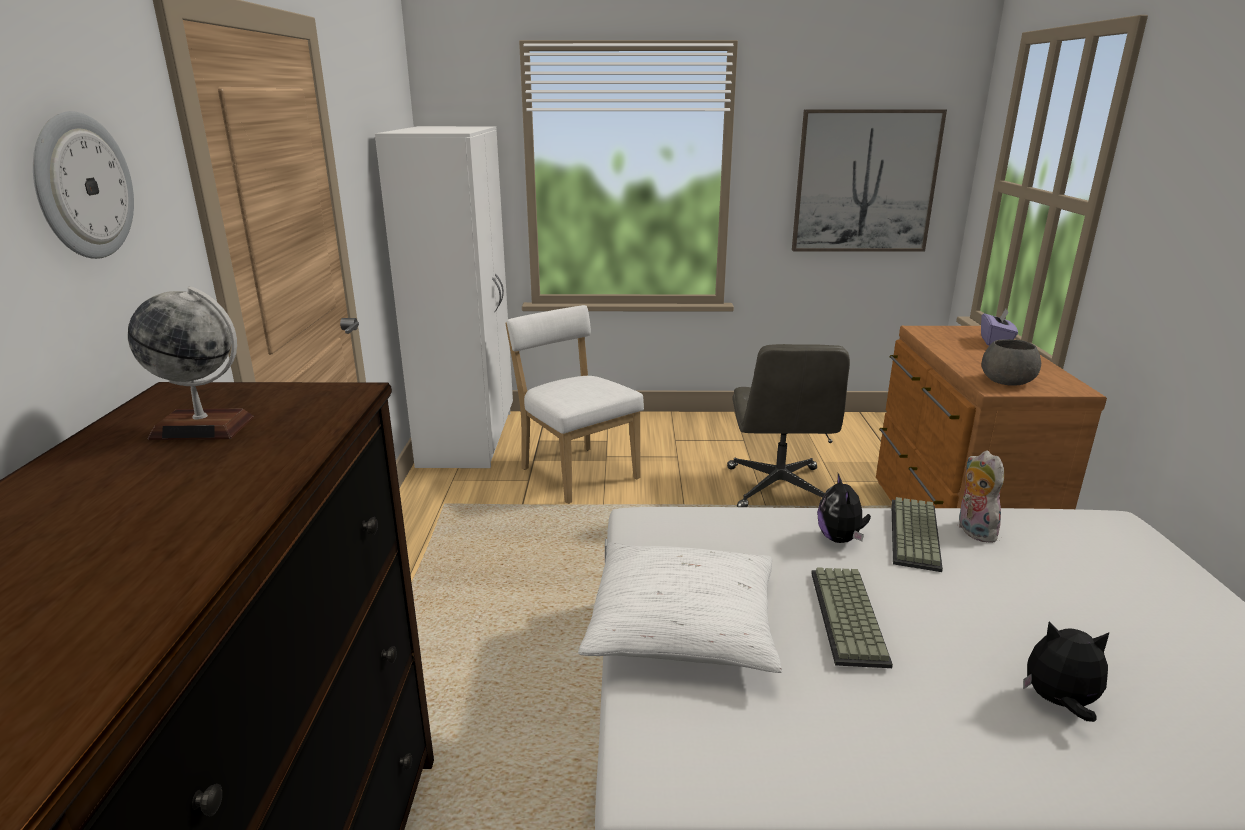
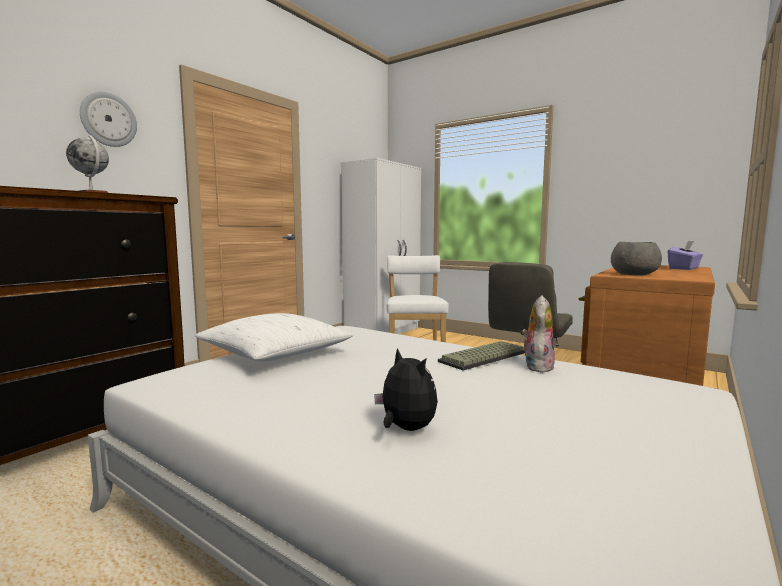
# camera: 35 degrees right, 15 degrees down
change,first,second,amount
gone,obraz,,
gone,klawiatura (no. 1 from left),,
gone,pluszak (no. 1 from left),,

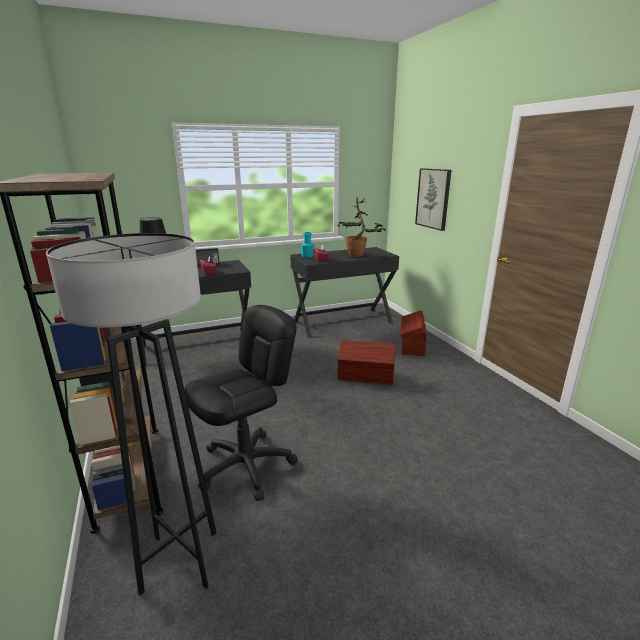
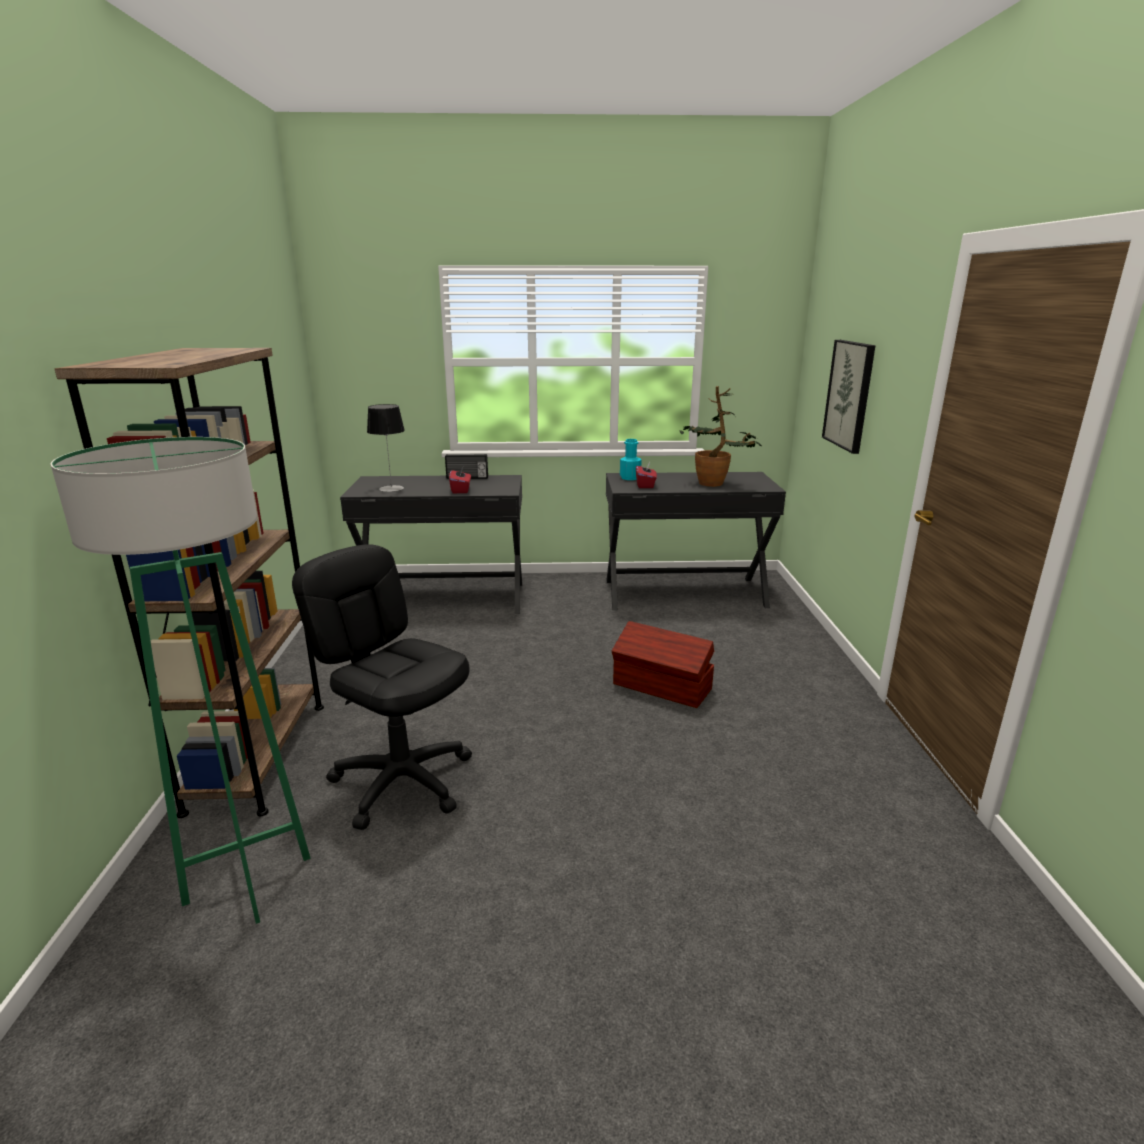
# camera: 20 degrees right, 0 degrees up
change,first,second,amount
gone,pojemnik do przechowywania/brązowy (no. 2 from left),,
repainted,lampa stojąca/szary,lampa stojąca/zielony,
rotated,krzesło biurowe/czarny,,120 degrees counterclockwise

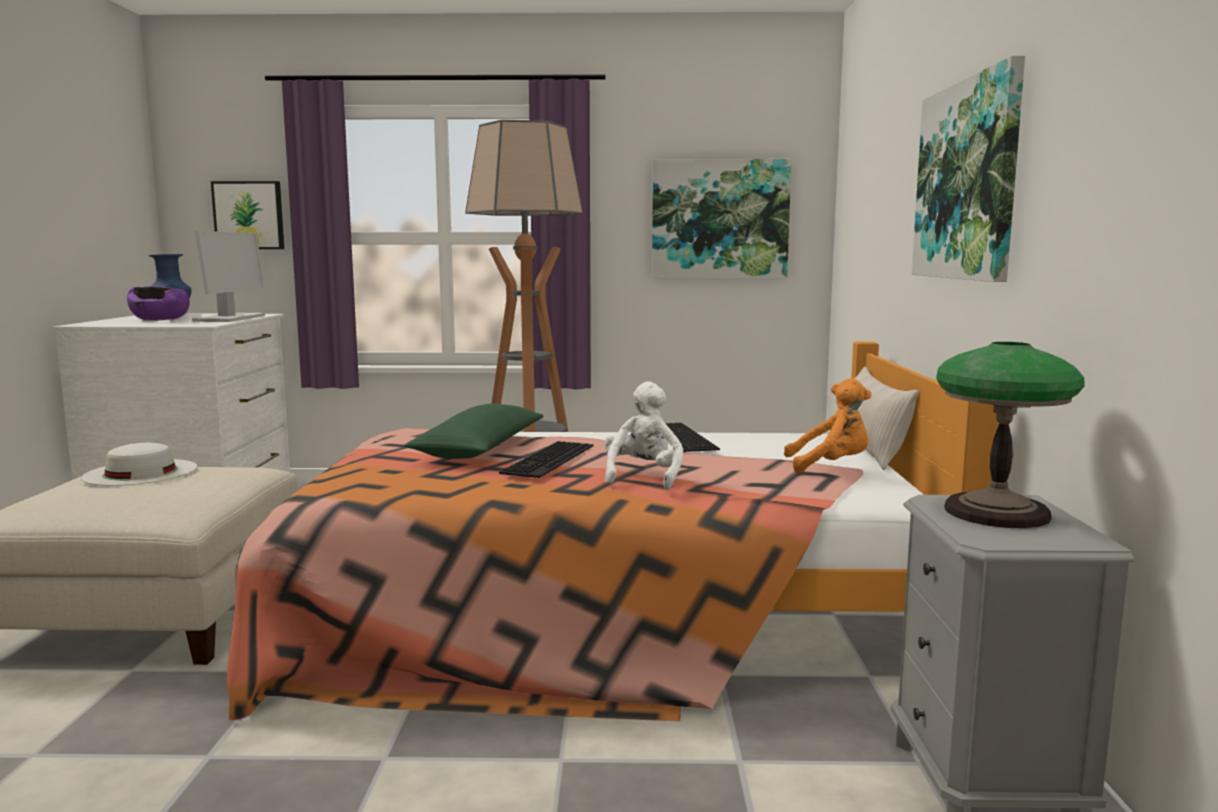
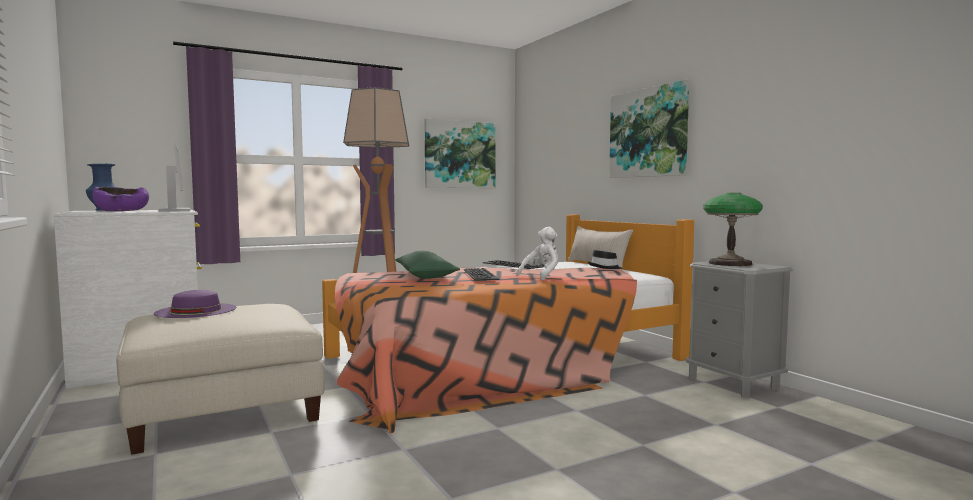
# camera: 30 degrees left, 5 degrees down
change,first,second,amount
gone,obraz (no. 1 from left),,
swapped,pluszak/pomarańczowy,kapelusz/czarny,
repainted,kapelusz/biały,kapelusz/fioletowy,
rotated,pluszak/biały,,60 degrees clockwise

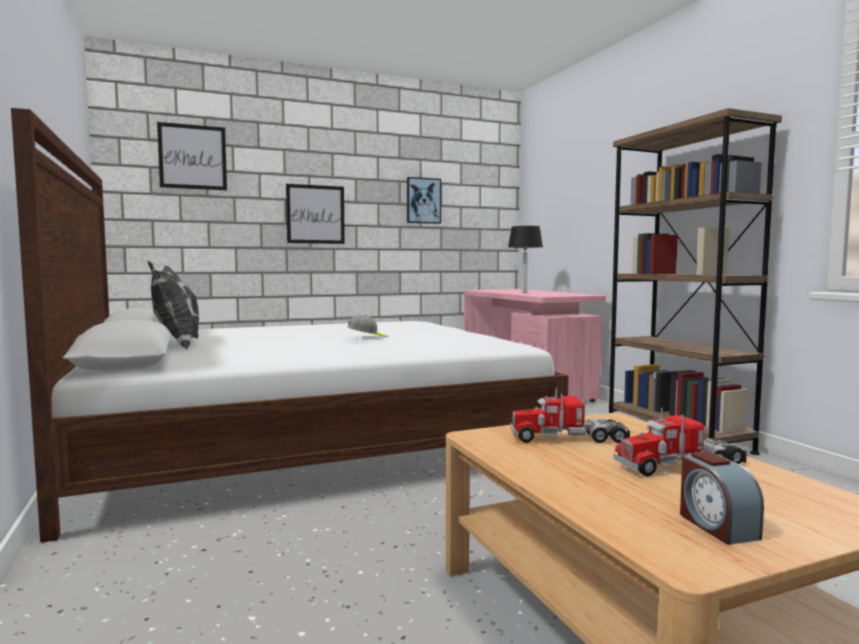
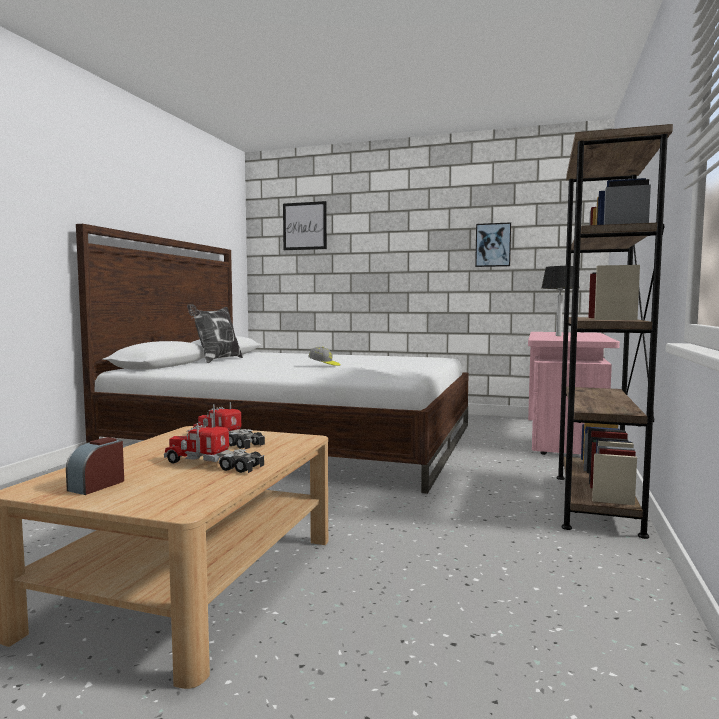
# camera: 40 degrees right, 0 degrees up
change,first,second,amount
gone,obraz (no. 2 from left),,

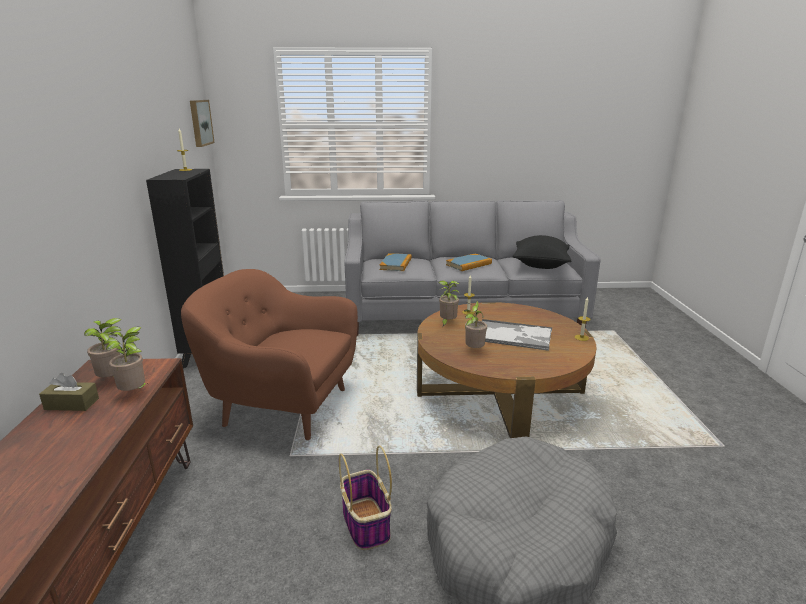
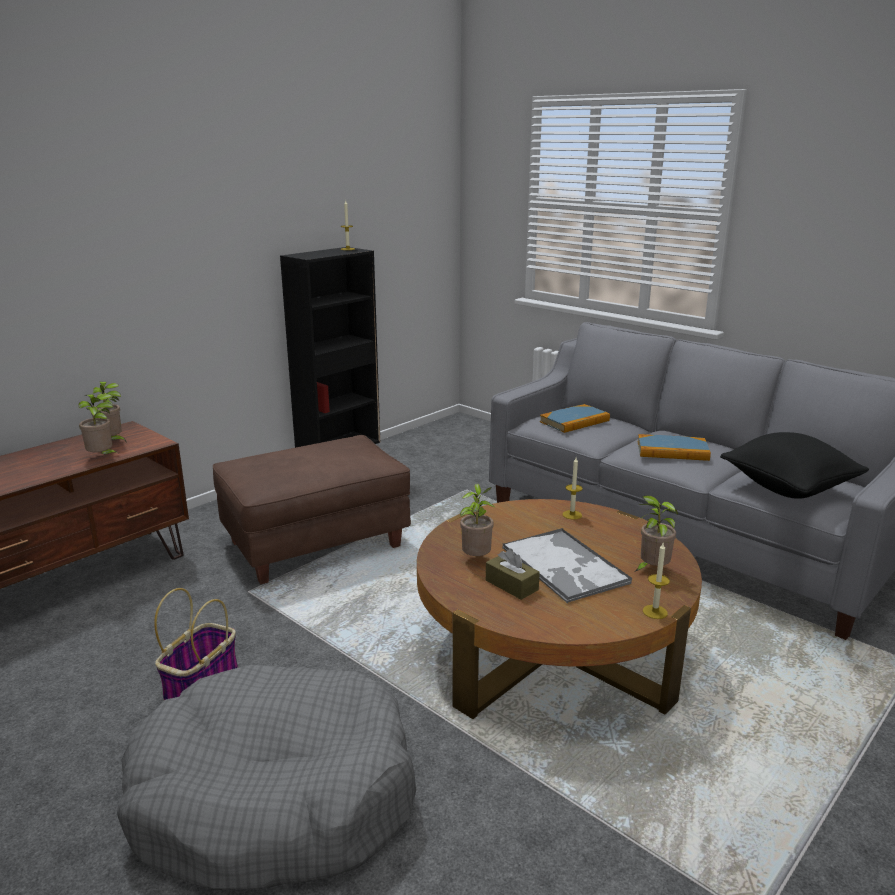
# camera: 45 degrees right, 0 degrees up
change,first,second,amount
gone,obraz,,
shifted,pudełko chusteczek/brązowy,,
shifted,roślina doniczkowa (no. 3 from left in the first image),roślina doniczkowa (no. 4 from left),
swapped,fotel/brązowy,pufa/brązowy,

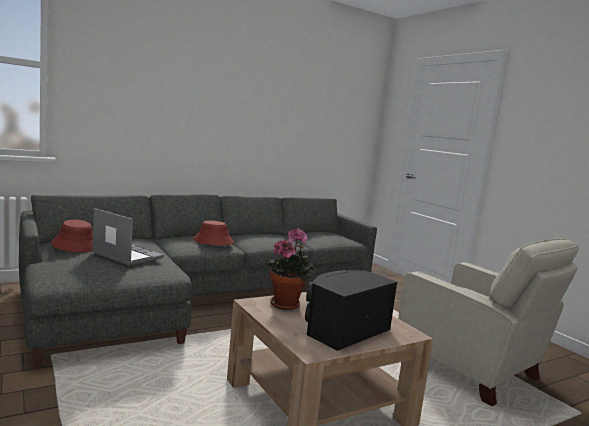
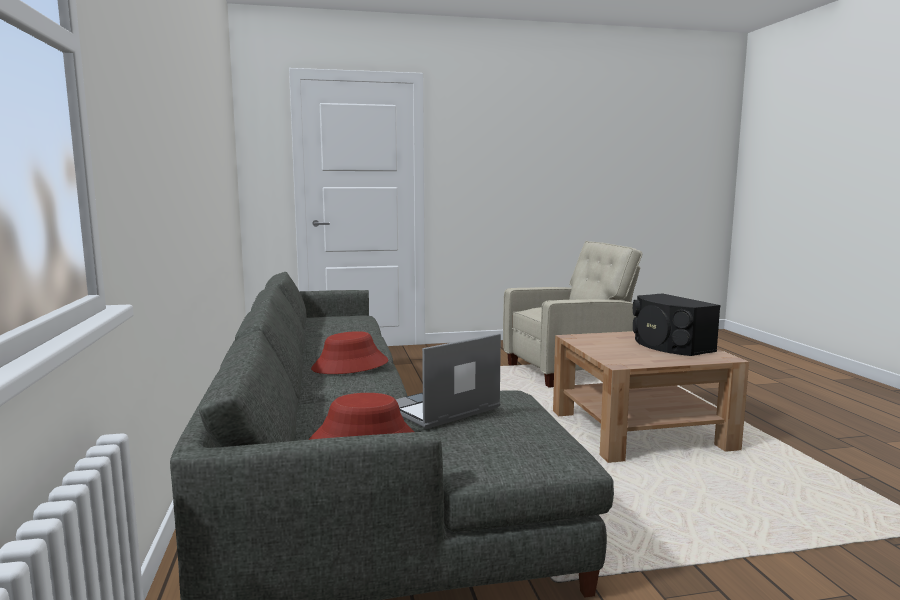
# camera: 70 degrees left, 0 degrees up
change,first,second,amount
gone,roślina doniczkowa,,

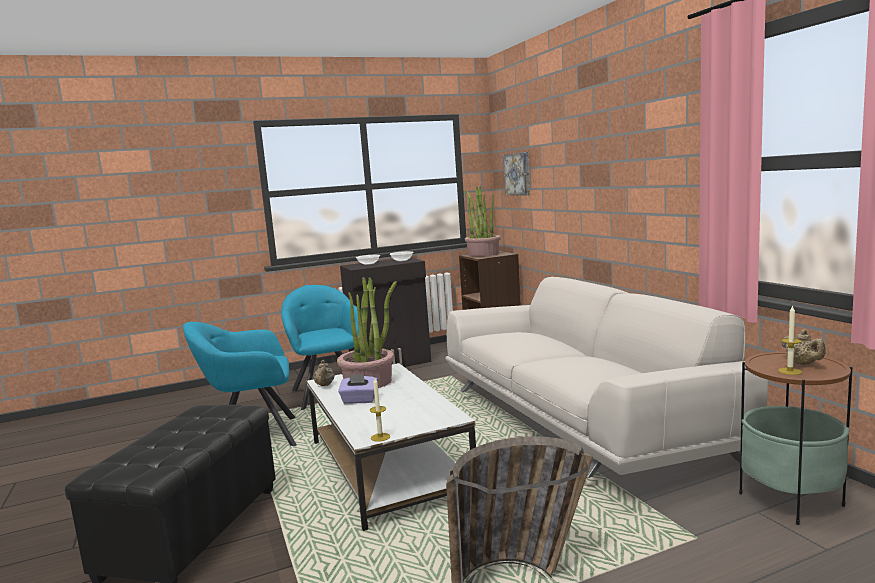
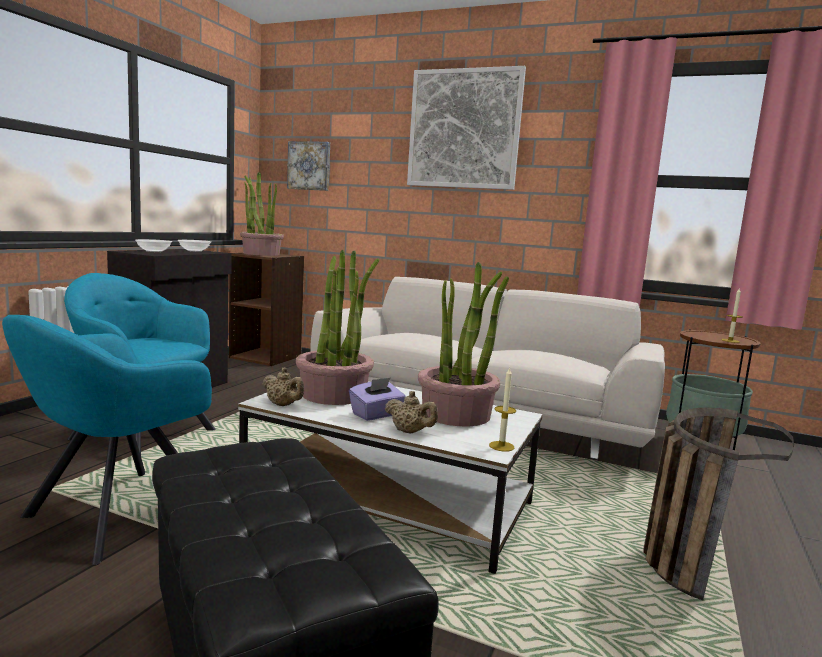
# camera: 45 degrees left, 0 degrees up
change,first,second,amount
new,,obraz (no. 2 from left),
new,,roślina doniczkowa (no. 3 from left),
shifted,imbryk/beżowy (no. 2 from left),,

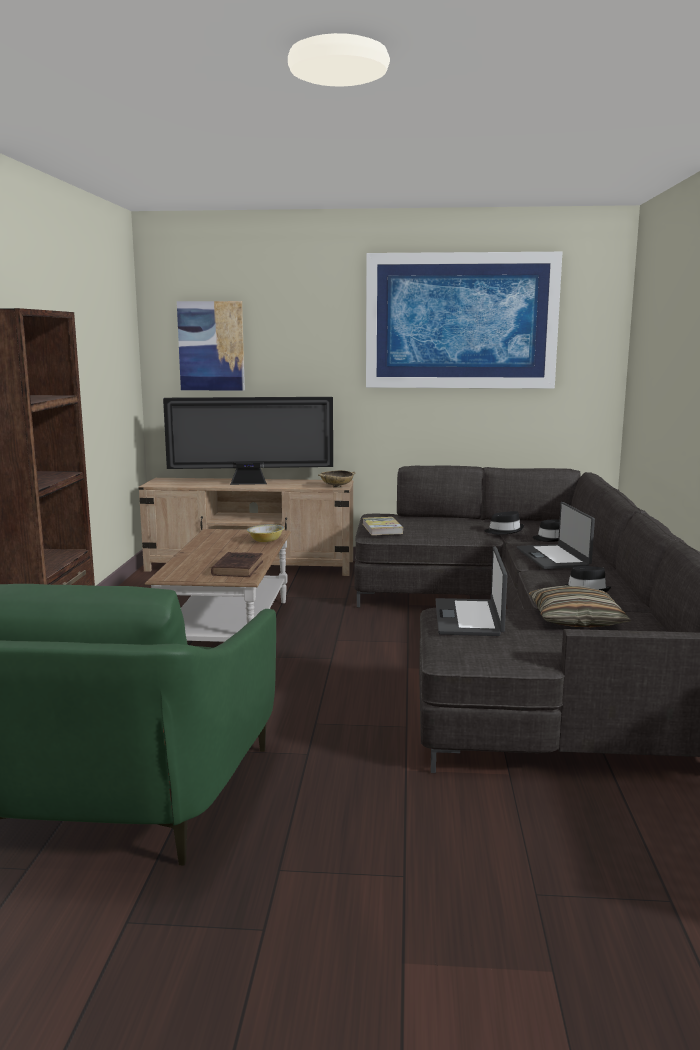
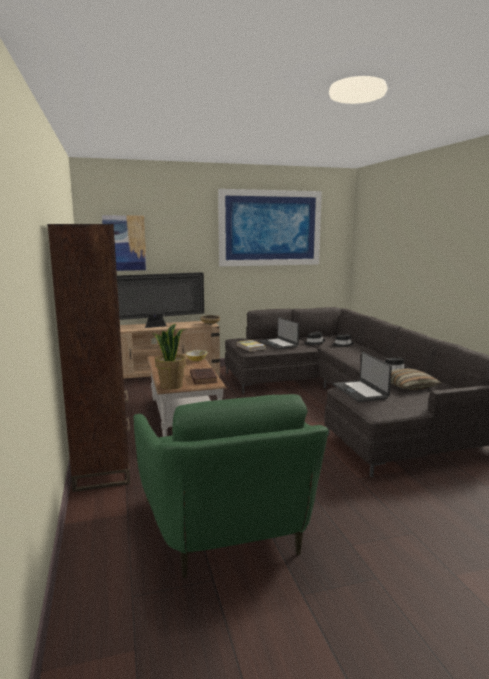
# camera: 20 degrees left, 0 degrees up
change,first,second,amount
new,,roślina doniczkowa,
shifted,laptop (no. 2 from left in the first image),laptop (no. 1 from left),

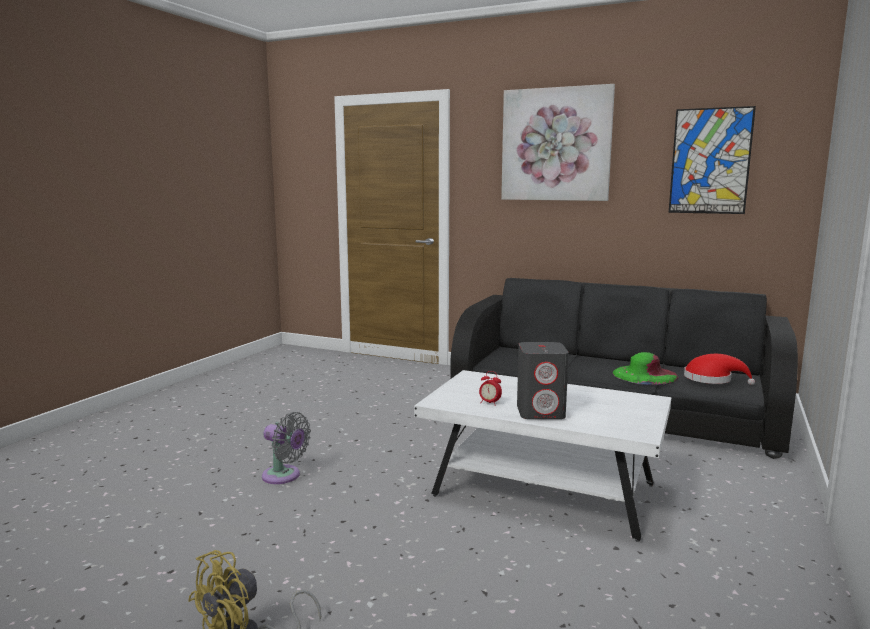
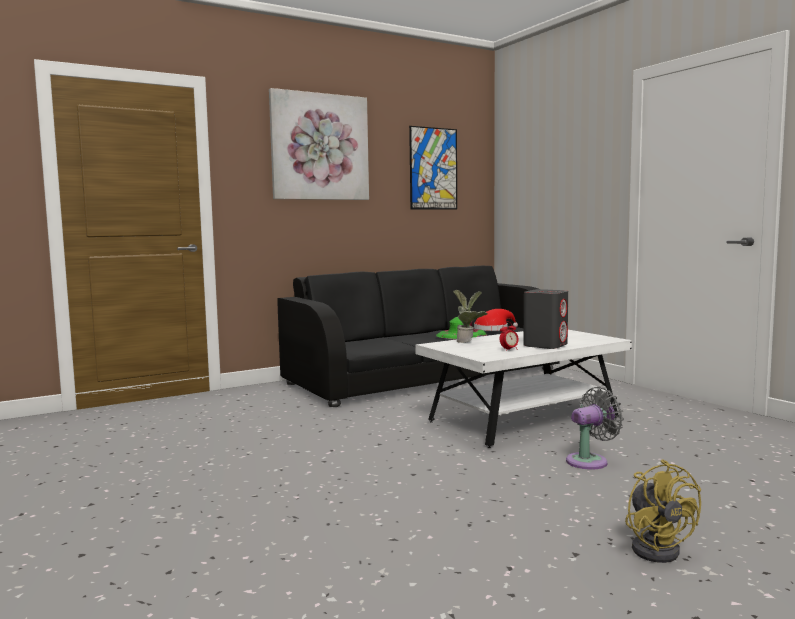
# camera: 55 degrees left, 5 degrees down
change,first,second,amount
new,,roślina doniczkowa,
shifted,wentylator/szary,,

